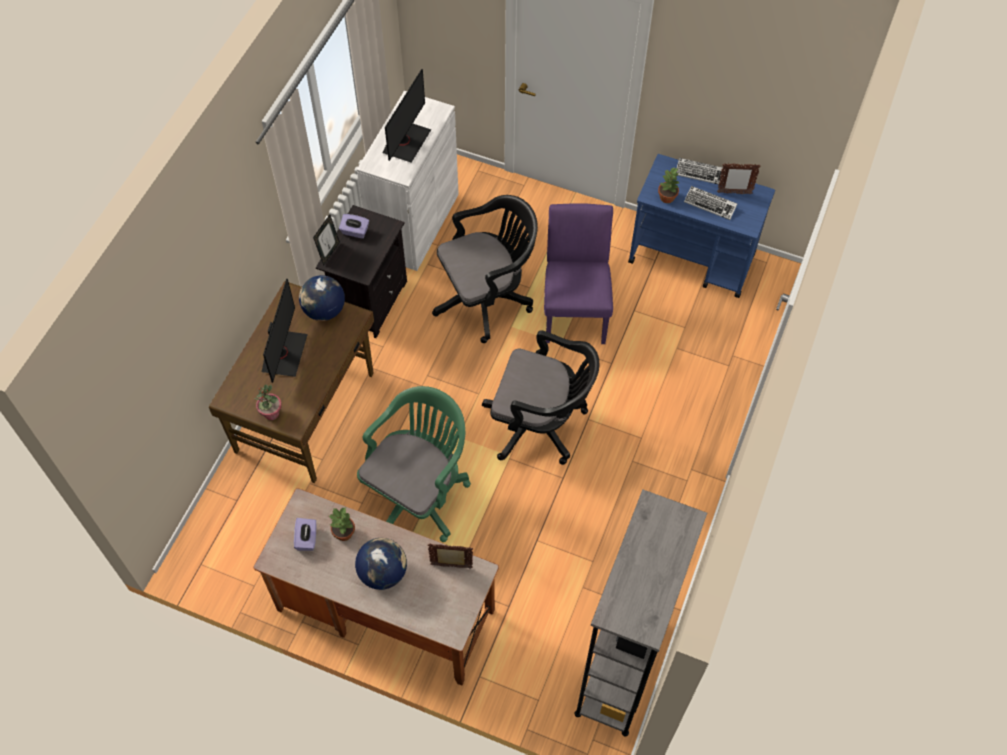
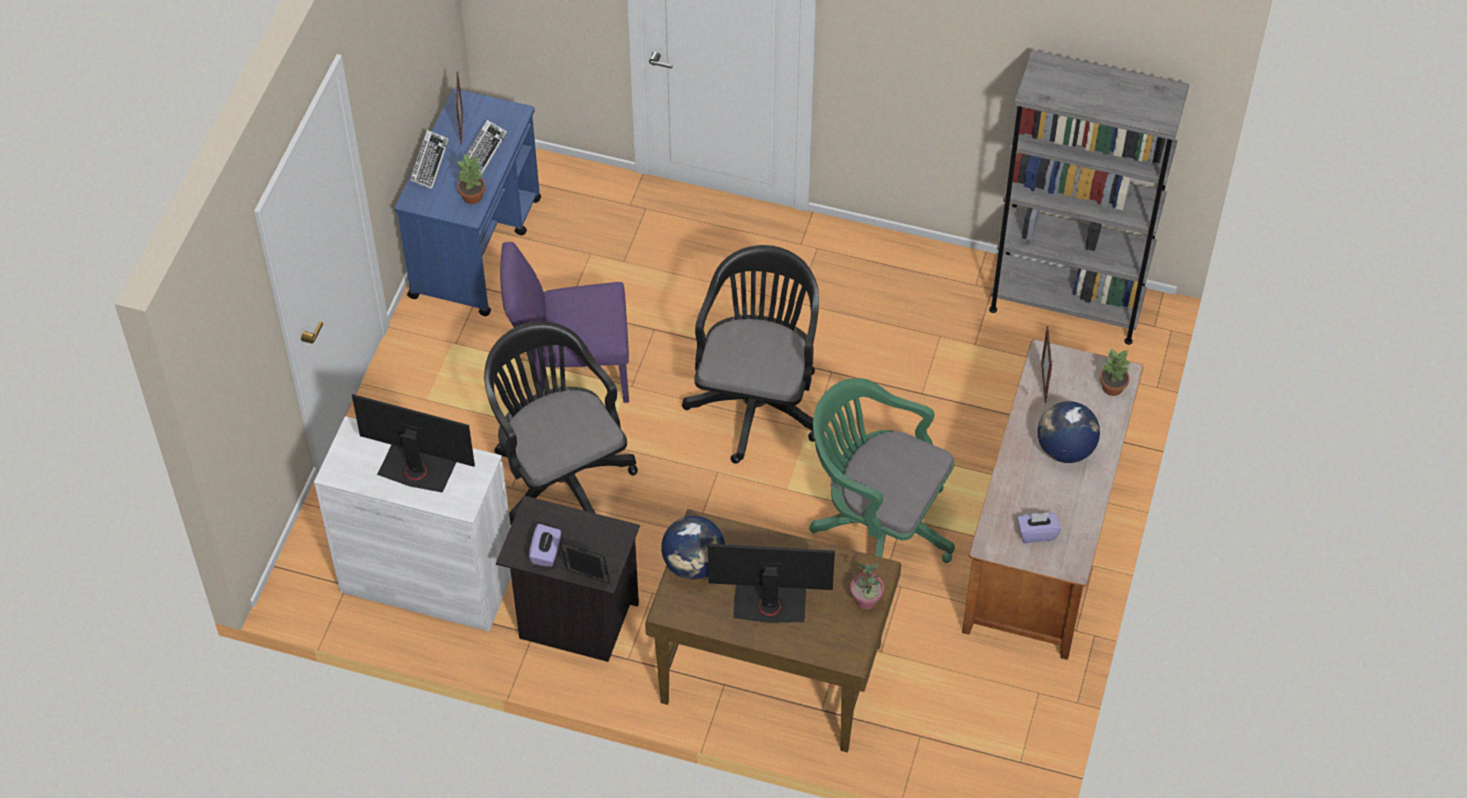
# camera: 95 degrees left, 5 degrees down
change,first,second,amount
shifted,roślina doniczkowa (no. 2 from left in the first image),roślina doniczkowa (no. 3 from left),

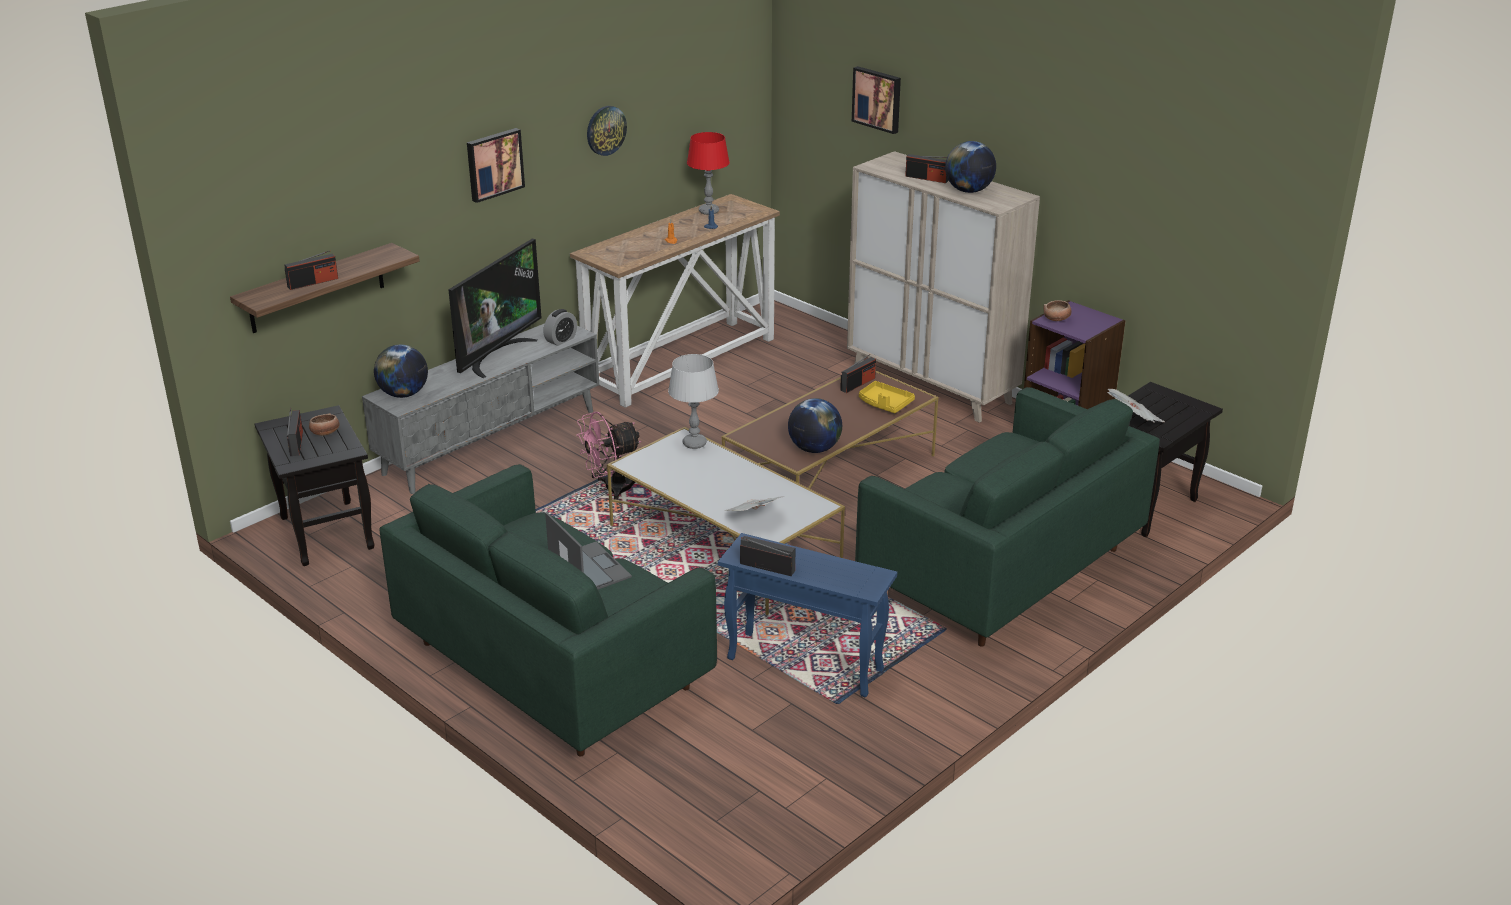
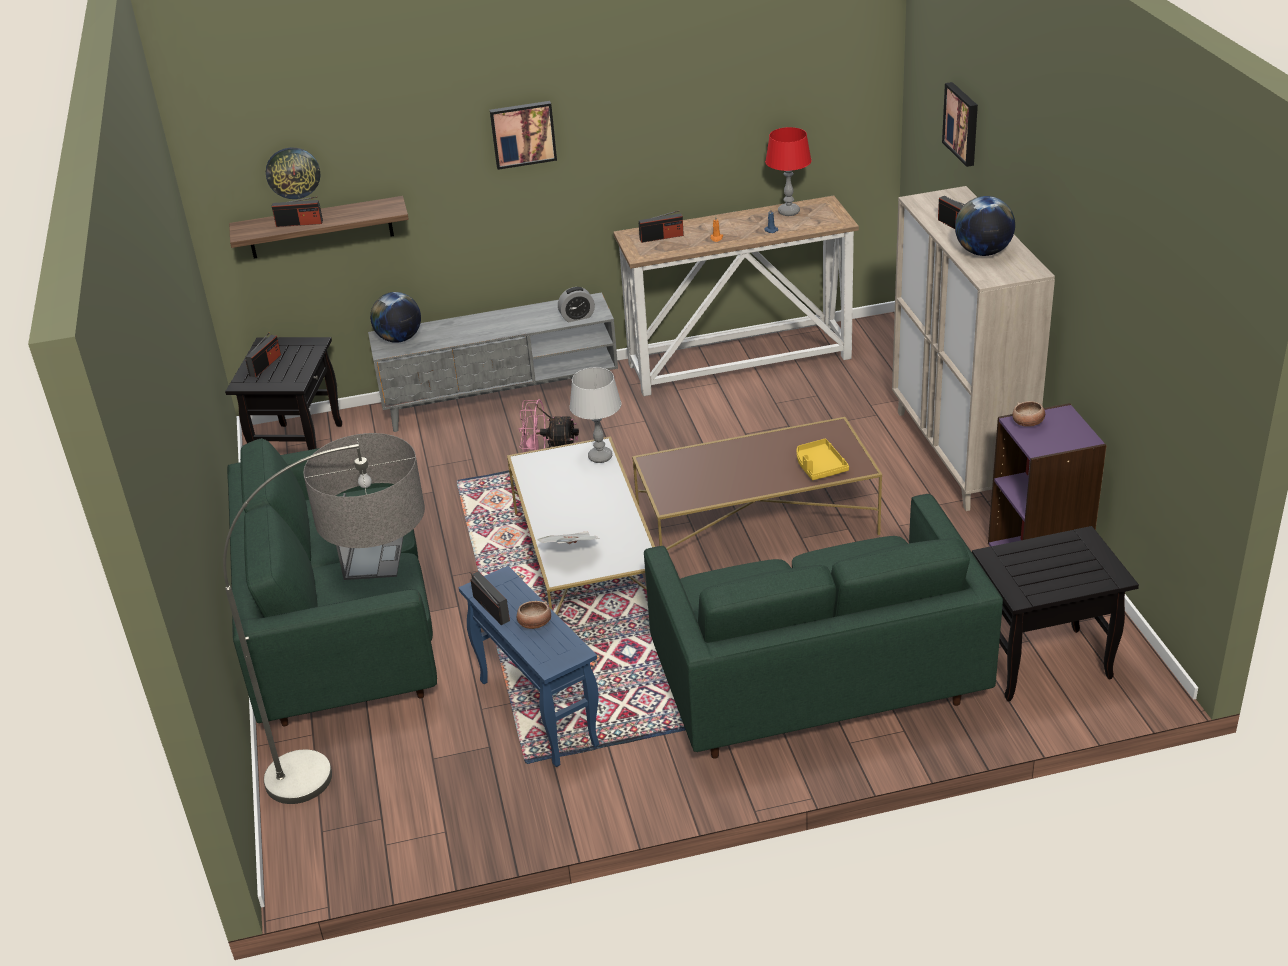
# camera: 35 degrees right, 5 degrees up
change,first,second,amount
gone,telewizor,,
gone,globus (no. 2 from left),,
gone,gazeta (no. 2 from left),,
new,,lampa stojąca,
shifted,miska (no. 1 from left),,
shifted,zegar ścienny,,
shifted,radio (no. 4 from left),,

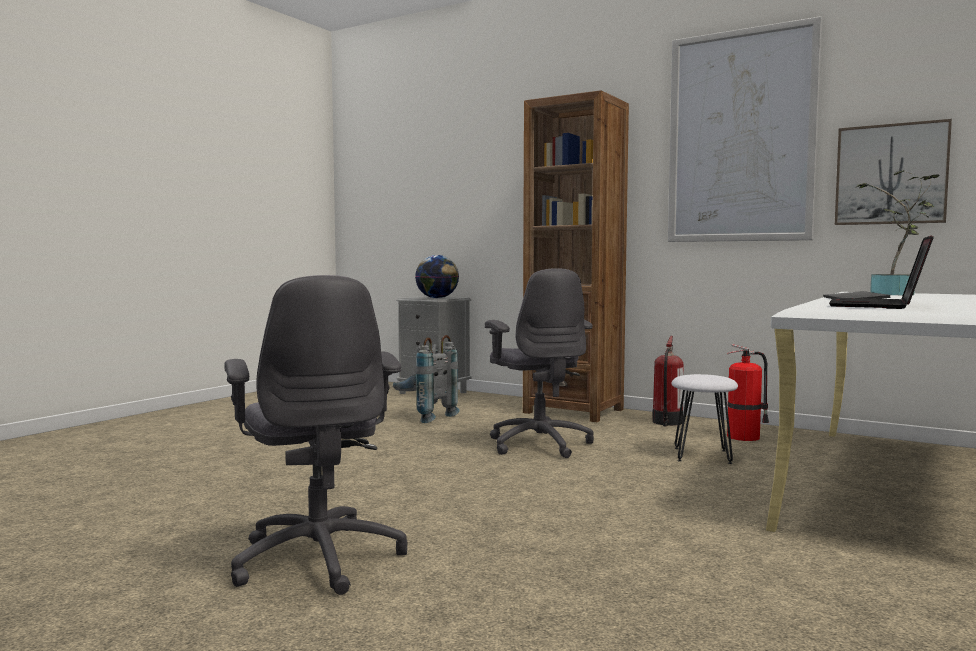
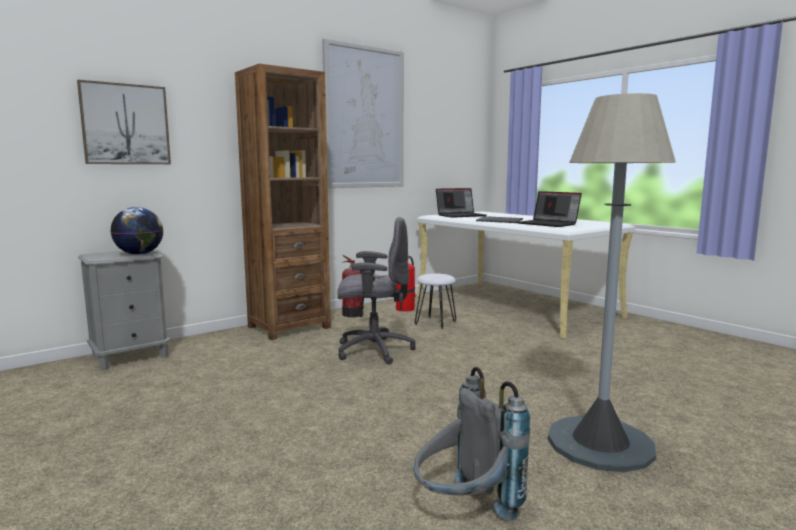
# camera: 70 degrees left, 5 degrees up
change,first,second,amount
shifted,plecak/szary,,
shifted,obraz (no. 2 from left in the first image),obraz (no. 1 from left),
swapped,krzesło biurowe/szary (no. 1 from left),lampa stojąca/szary,
swapped,roślina doniczkowa,laptop (no. 1 from left),

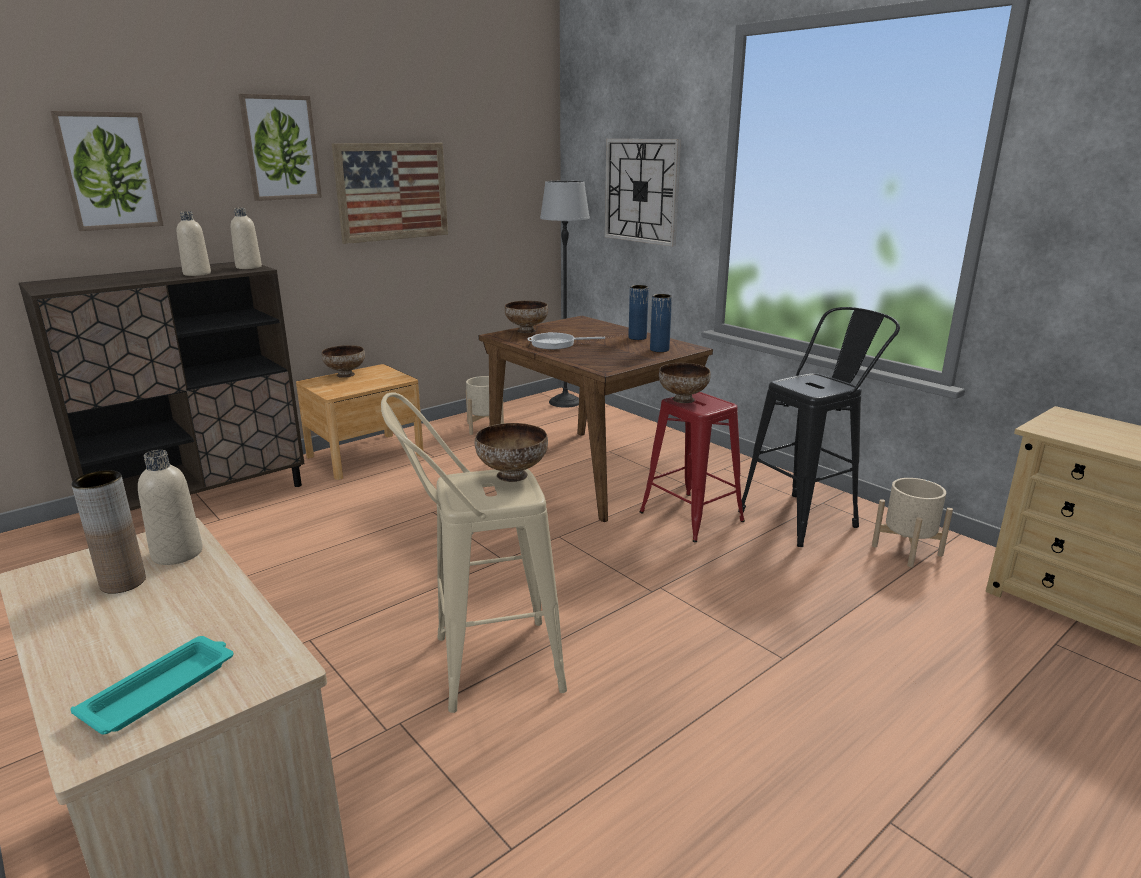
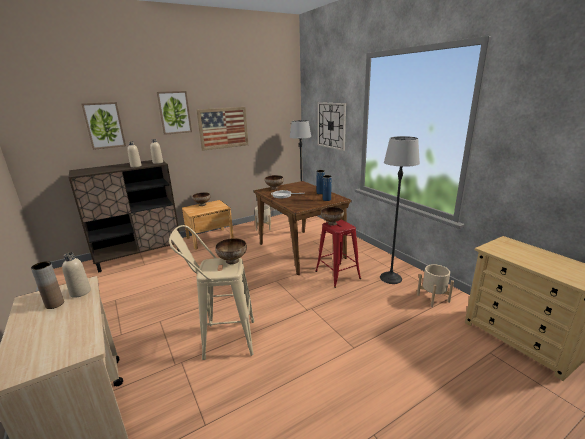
# camera: 10 degrees right, 0 degrees up
change,first,second,amount
gone,taca/turkusowy,,
swapped,stołek/czarny,lampa stojąca (no. 2 from left),

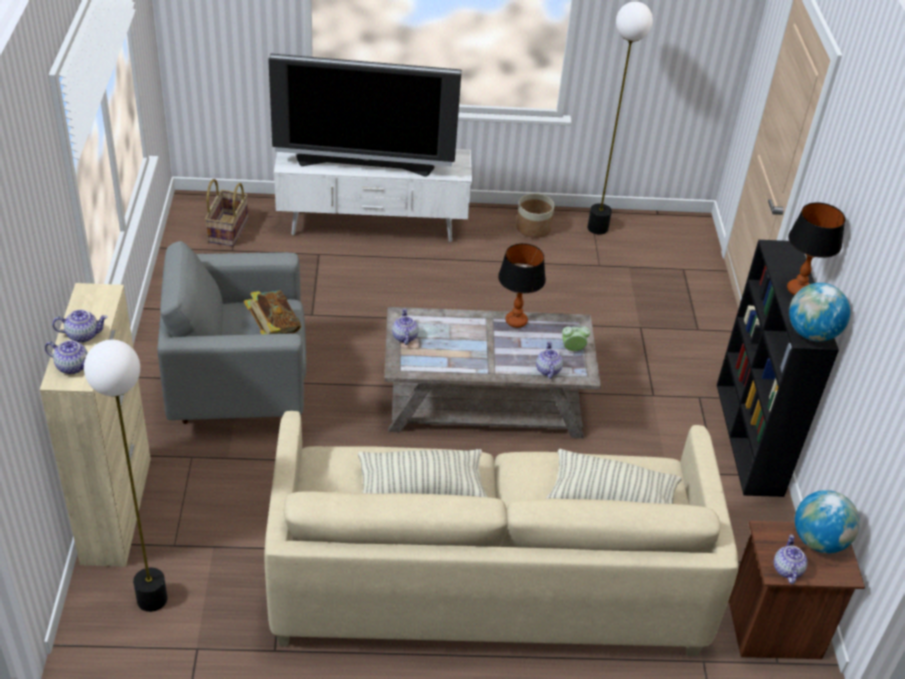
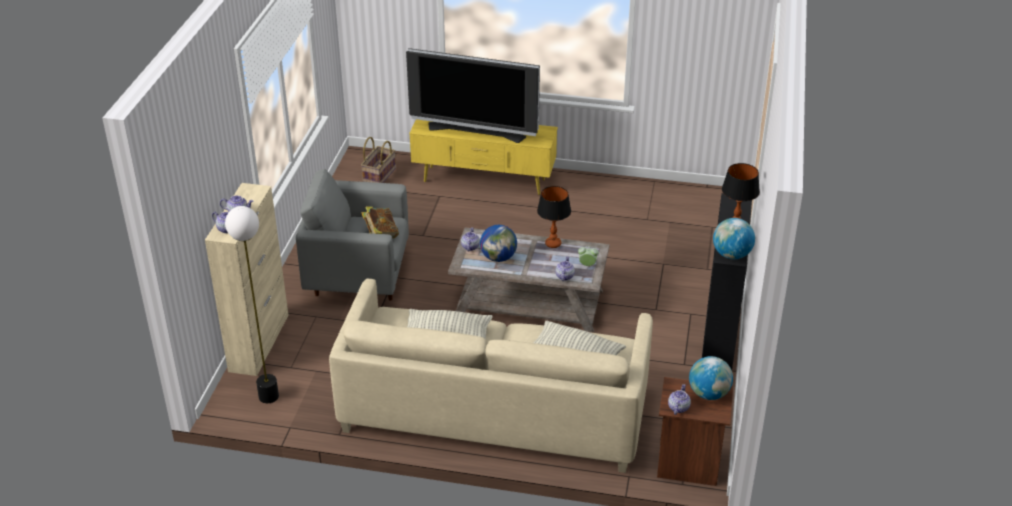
# camera: 15 degrees right, 5 degrees down
change,first,second,amount
gone,donica,,
gone,lampa stojąca (no. 2 from left),,
new,,globus (no. 1 from left),
repainted,szafka pod telewizor/biały,szafka pod telewizor/żółty,

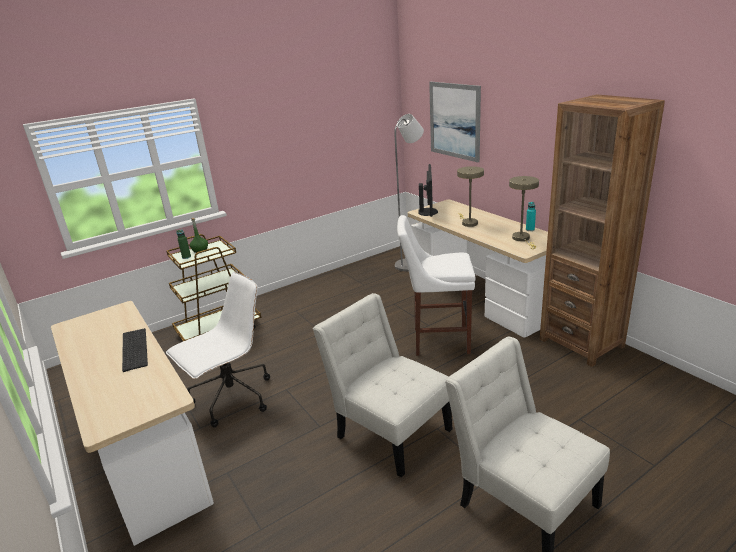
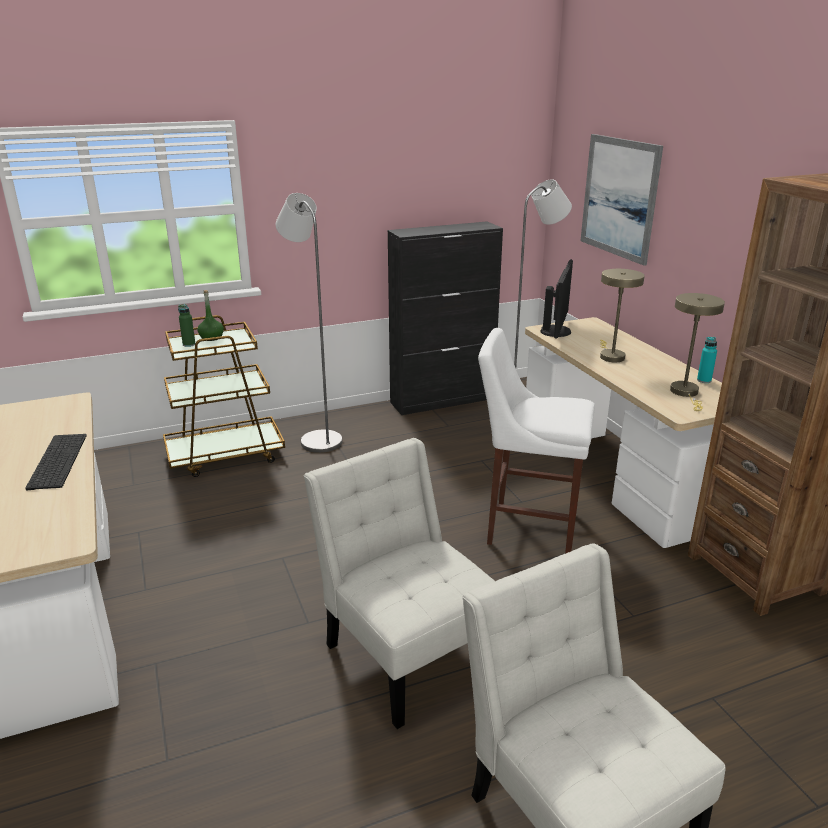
# camera: 10 degrees right, 0 degrees up
change,first,second,amount
gone,krzesło biurowe/biały,,
new,,lampa stojąca/szary (no. 1 from left),
new,,szafka/czarny,

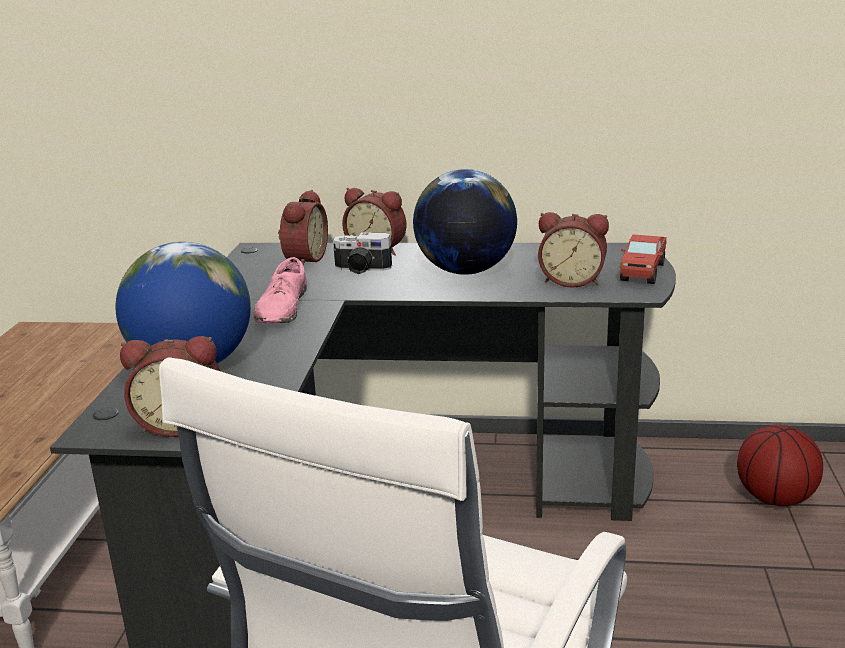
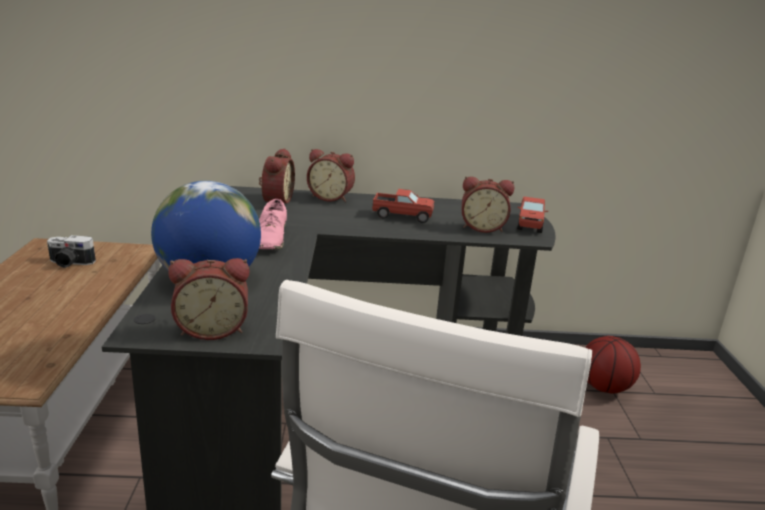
# camera: 10 degrees left, 0 degrees up
change,first,second,amount
shifted,aparat fotograficzny,,
swapped,globus (no. 2 from left),ciężarówka zabawkowa (no. 1 from left),

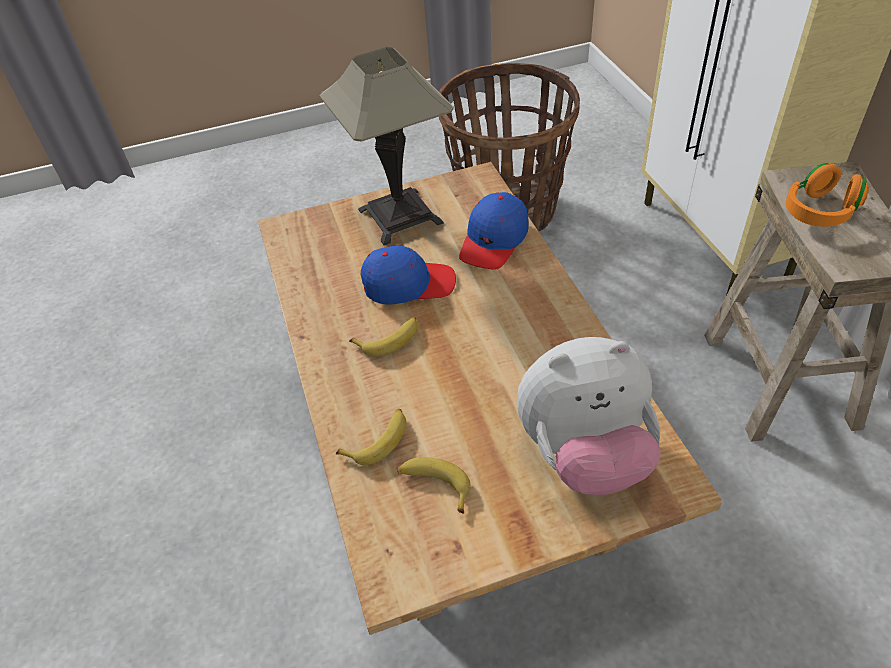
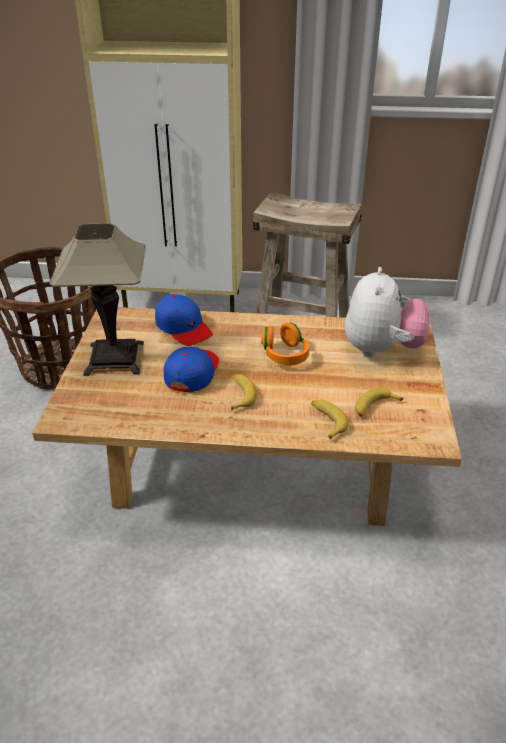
# camera: 70 degrees left, 10 degrees down
change,first,second,amount
shifted,słuchawki/pomarańczowy,,

